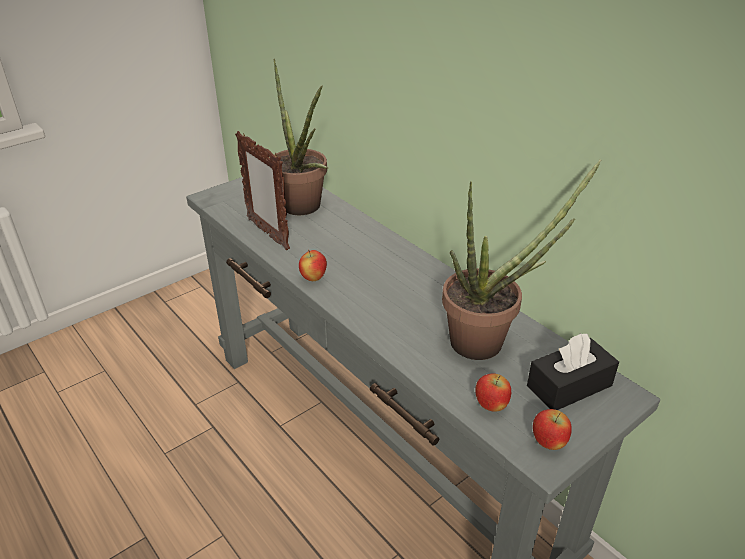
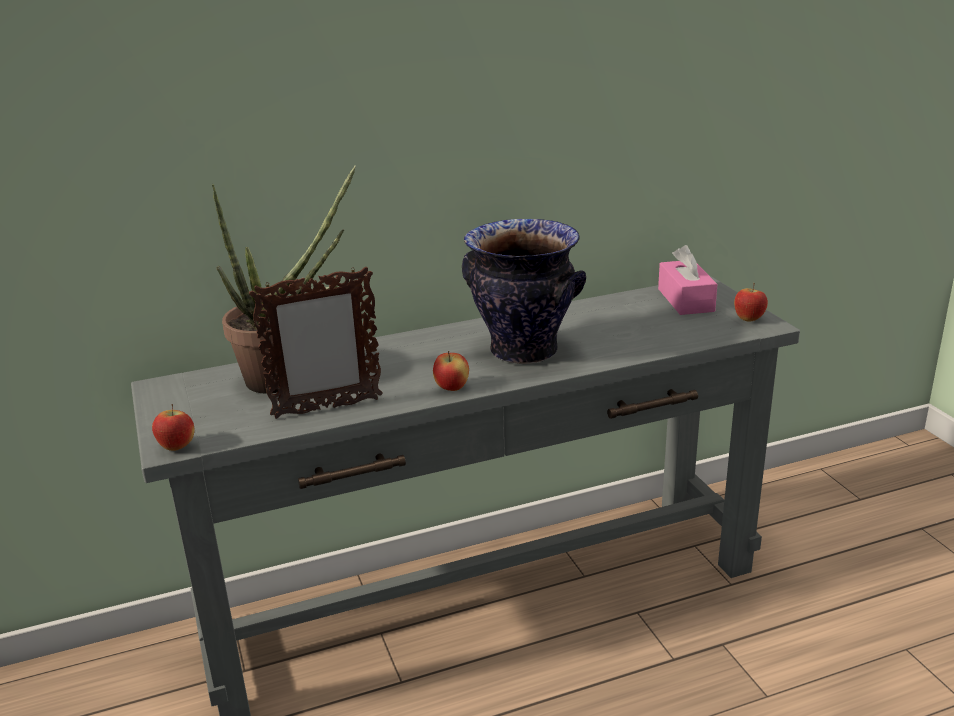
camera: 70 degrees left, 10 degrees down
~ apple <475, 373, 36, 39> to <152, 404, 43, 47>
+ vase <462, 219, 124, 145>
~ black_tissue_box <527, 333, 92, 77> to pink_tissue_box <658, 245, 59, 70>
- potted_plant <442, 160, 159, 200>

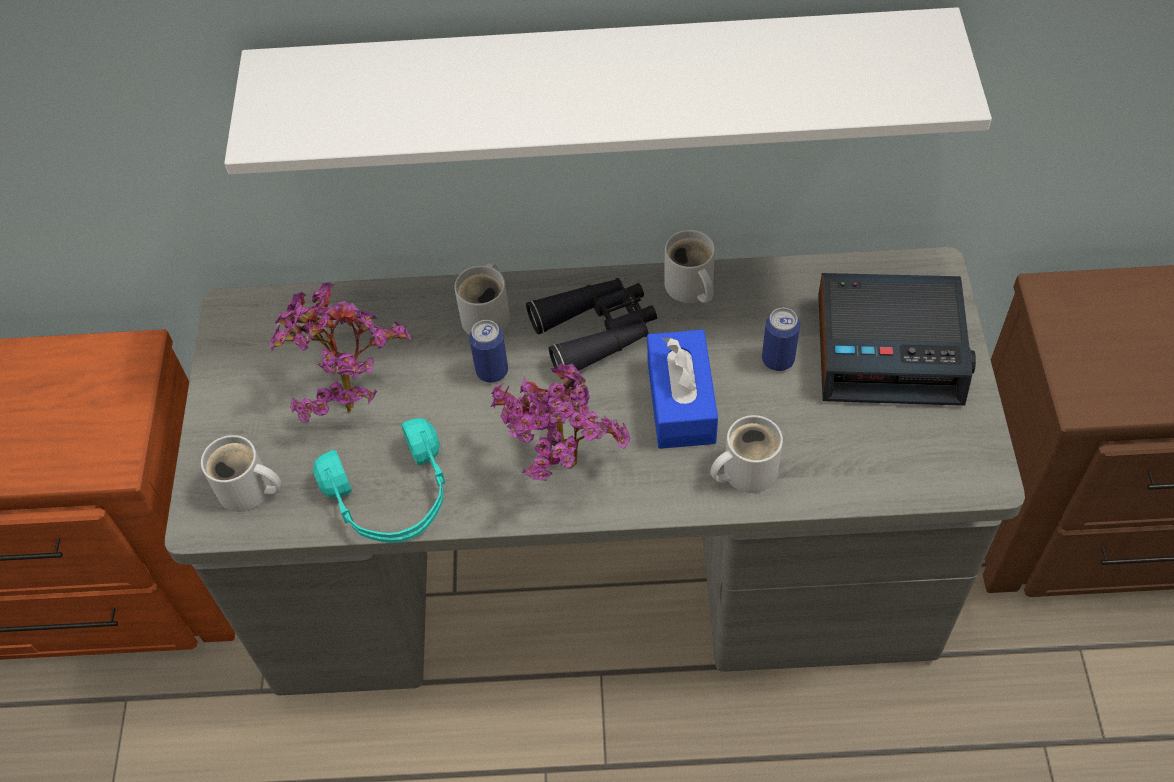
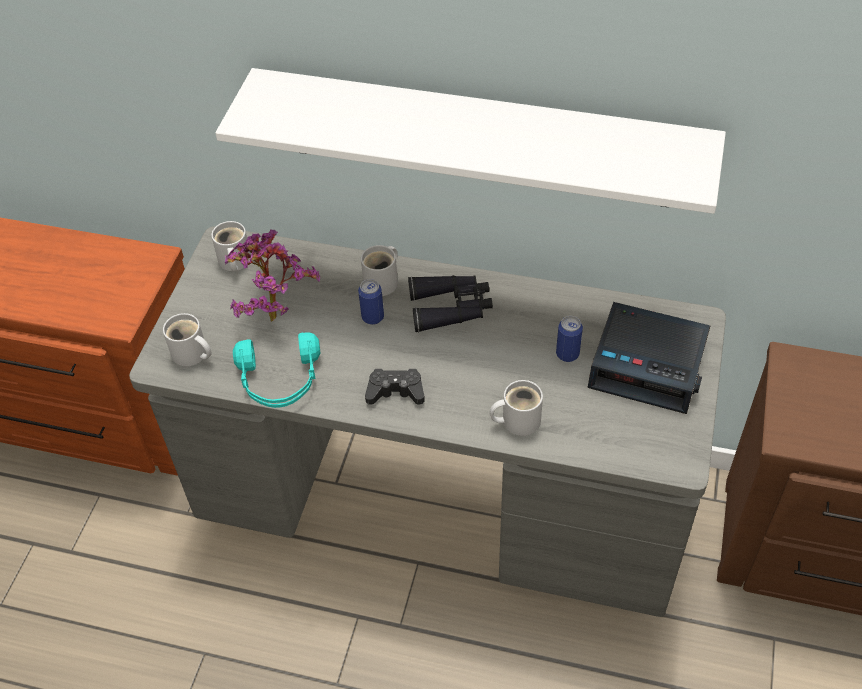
camera: 15 degrees right, 5 degrees down
~ white_mug <664, 230, 51, 73> to <211, 221, 40, 51>
~ potted_plant <490, 363, 140, 118> to black_game_controller <365, 369, 60, 36>
- blue_tissue_box <647, 329, 71, 120>

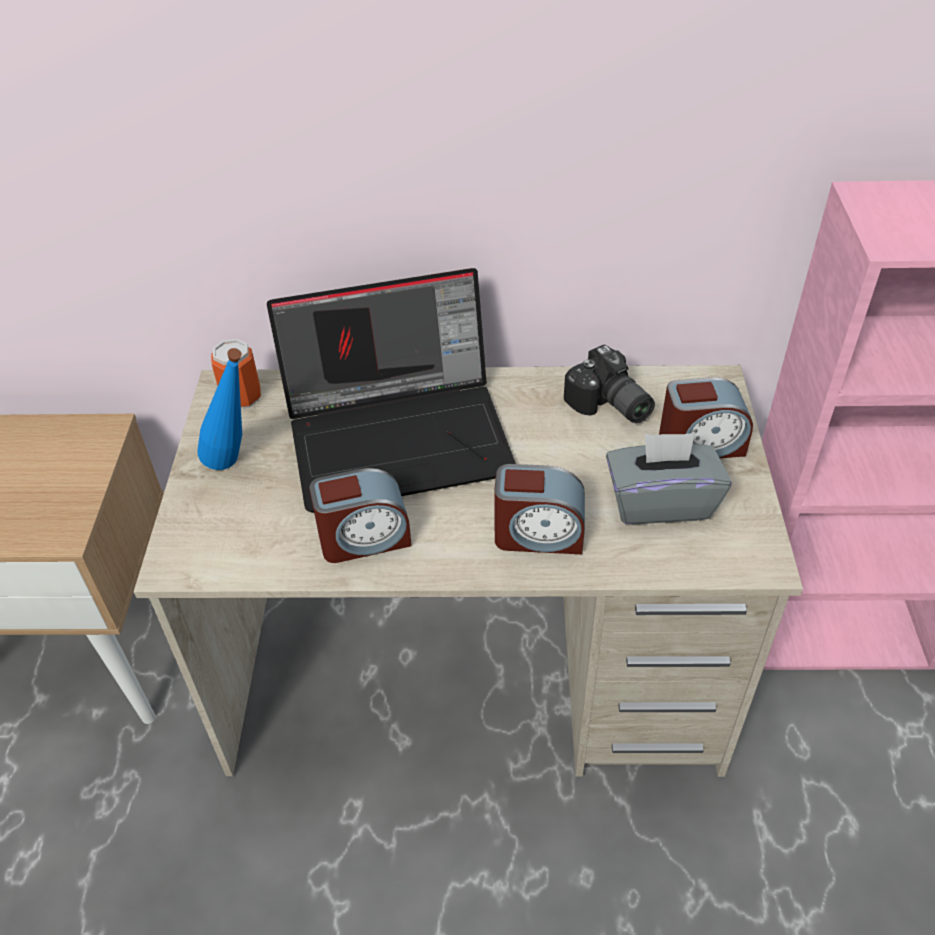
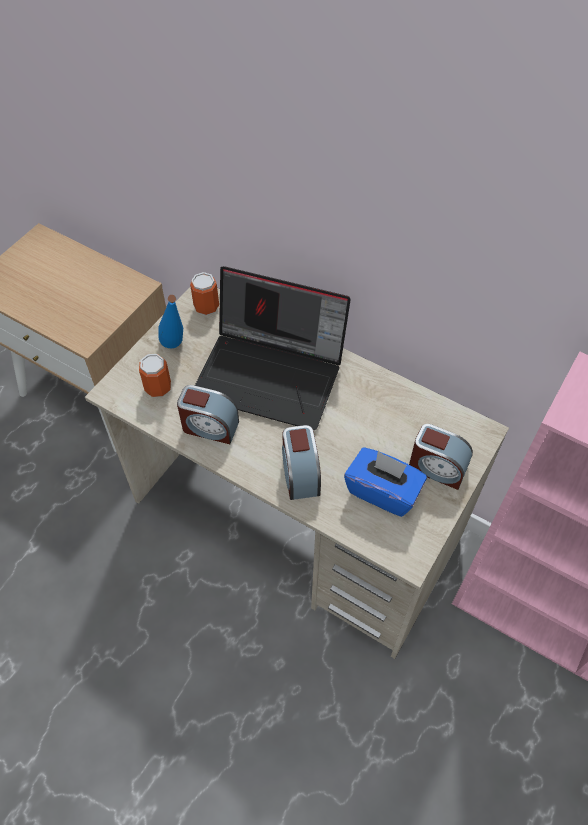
camera: 30 degrees right, 10 degrees up
+ can <139, 354, 32, 43>
~ alarm_clock <494, 464, 91, 90> = <282, 425, 39, 75> 45 degrees clockwise
~ grey_tissue_box <606, 433, 126, 91> to blue_tissue_box <344, 447, 83, 70>
- photo_camera <564, 345, 91, 78>

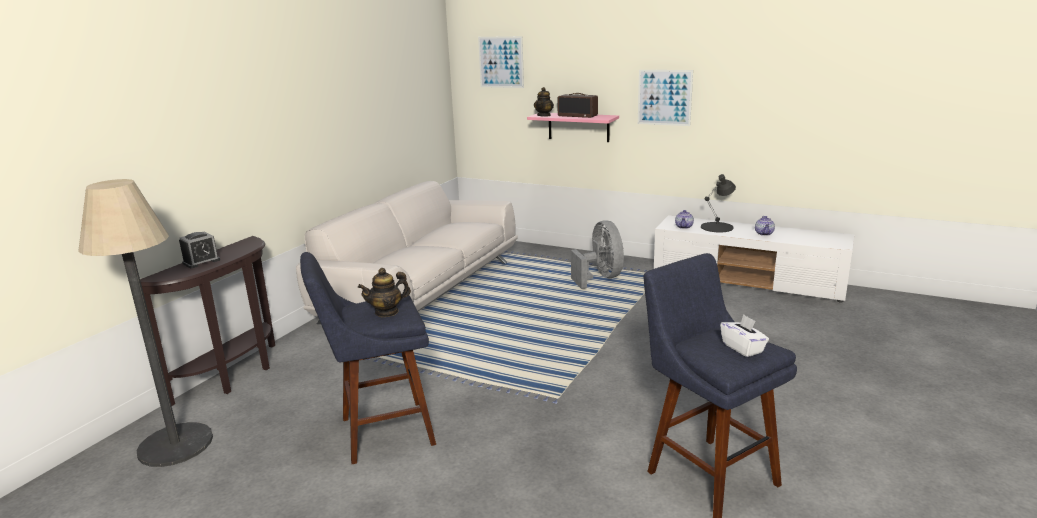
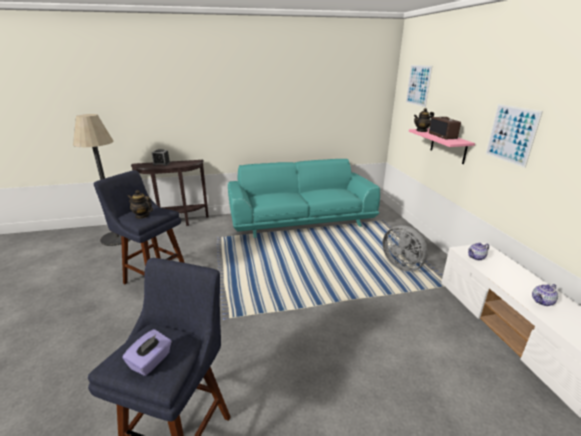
camera: 50 degrees right, 5 degrees up
~ white_tissue_box <720, 314, 49, 43> to purple_tissue_box <122, 329, 50, 47>
~ white_sofa <296, 181, 222, 143> to turquoise_sofa <228, 159, 152, 79>
~ grey_fan <571, 220, 53, 69> = <382, 225, 46, 46> 105 degrees clockwise
- black_table_lamp <701, 174, 35, 58>

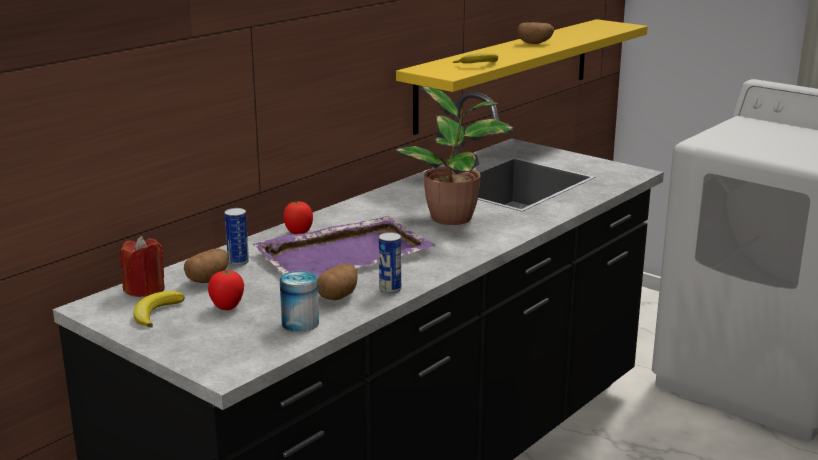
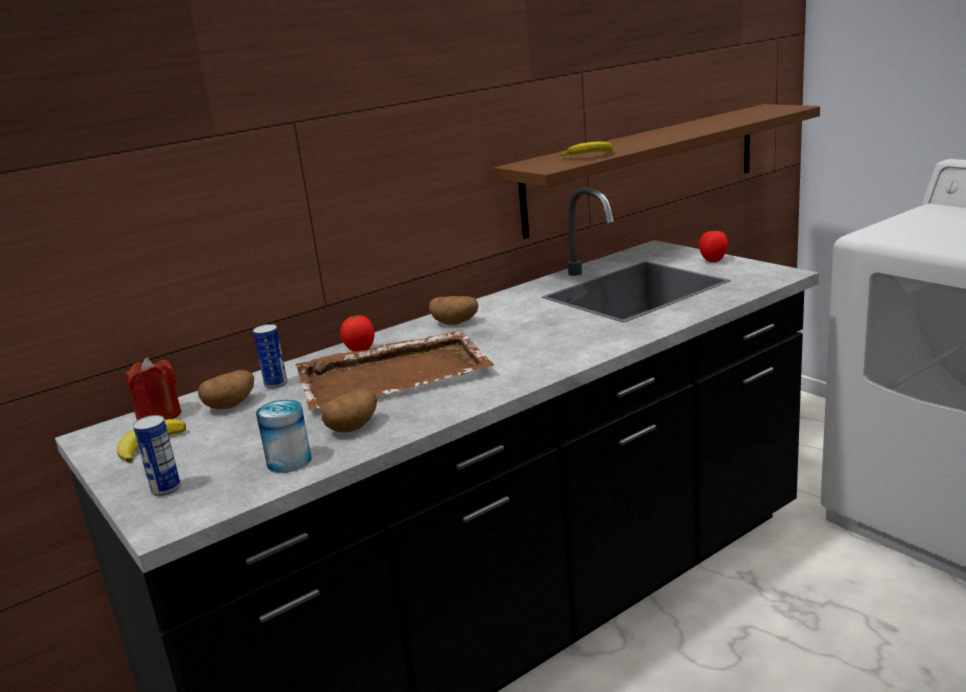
camera: 15 degrees right, 0 degrees up
~ can <379, 232, 22, 62> to <133, 415, 48, 81>
~ purple_tray <252, 216, 184, 62> to brown_tray <295, 330, 199, 80>
~ potato <517, 22, 37, 22> to <429, 296, 50, 29>
~ yellow_shelf <396, 19, 252, 116> to brown_shelf <494, 104, 326, 135>
~ tomato <208, 270, 36, 40> to <699, 230, 29, 32>
- potted_plant <396, 86, 117, 139>

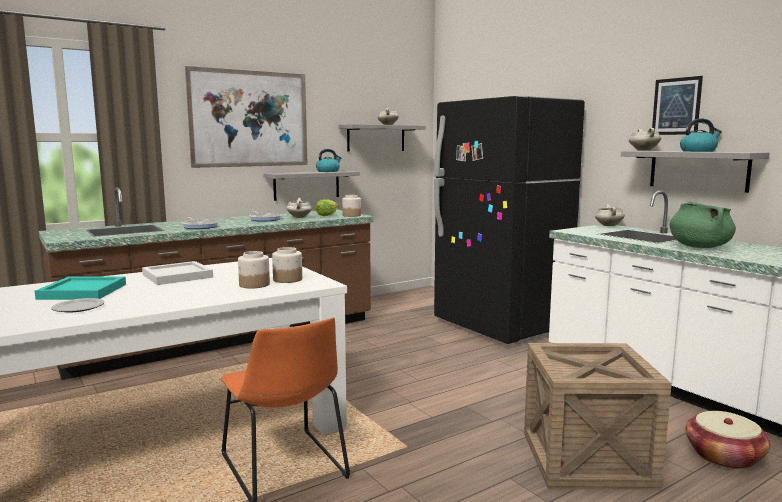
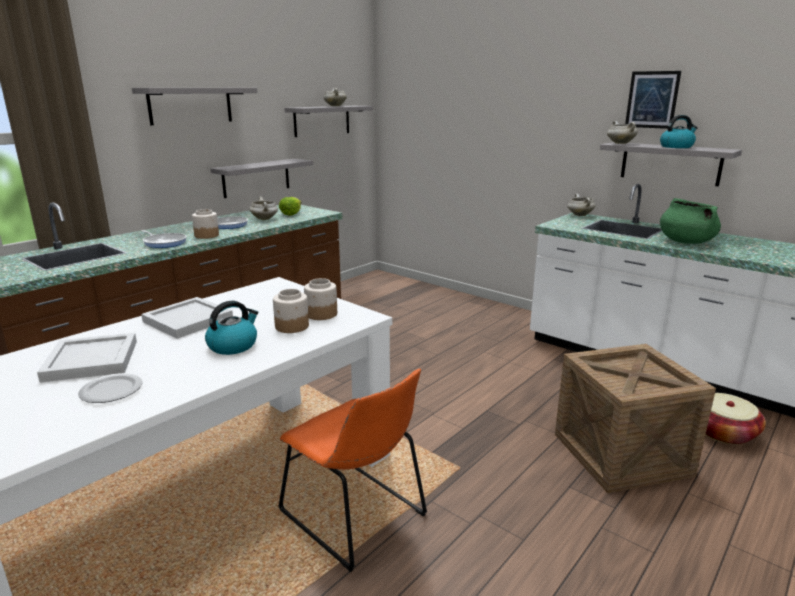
camera: 15 degrees left, 10 degrees up
~ turquoise_tray <35, 276, 91, 24> to white_tray <37, 333, 100, 50>
~ picture <185, 66, 123, 102> to grey_shelf <132, 88, 125, 37>
~ jar <342, 195, 19, 22> to <192, 209, 27, 30>
~ kettle <316, 149, 26, 23> to <205, 301, 53, 54>
- black_fridge <434, 96, 151, 248>

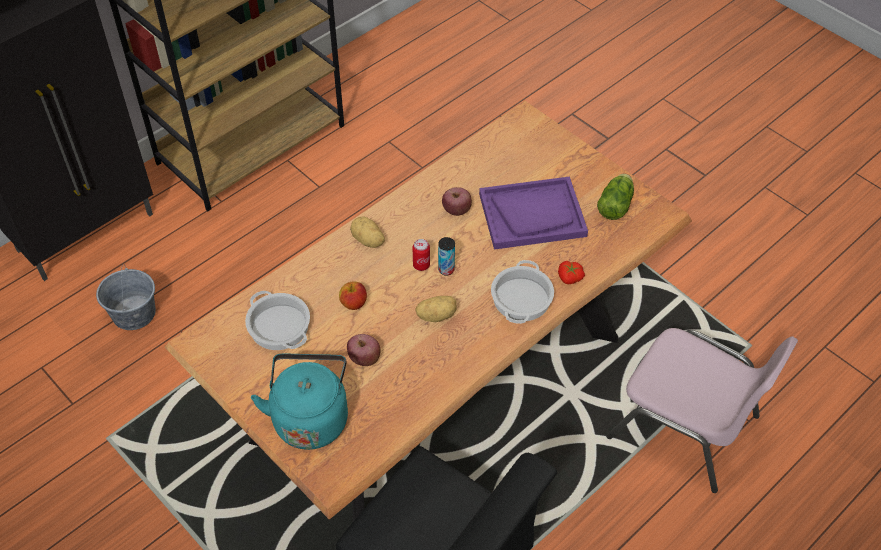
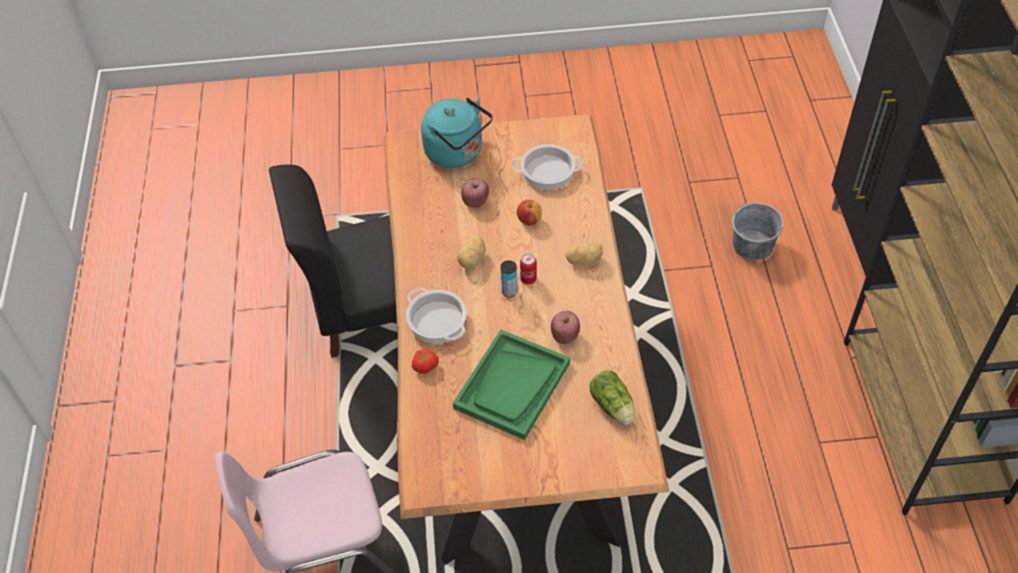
camera: 130 degrees right, 0 degrees up
~ purple_tray <479, 177, 109, 73> to green_tray <453, 330, 117, 110>
~ lettuce <597, 174, 37, 46> to <590, 370, 45, 55>

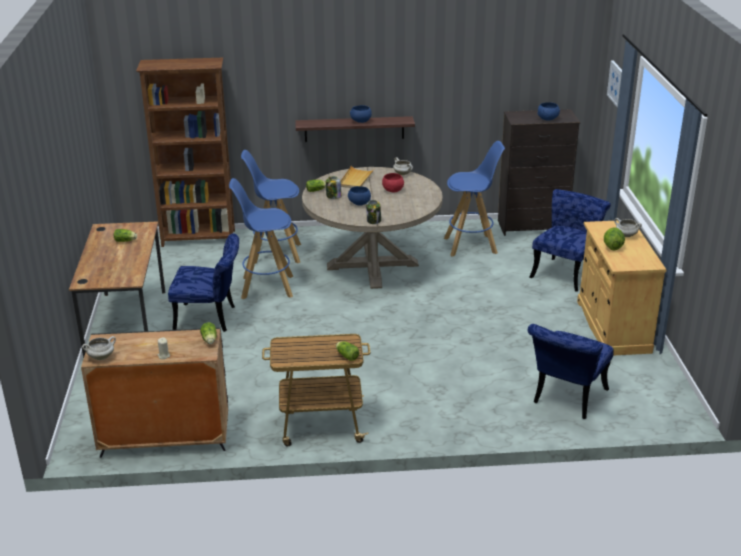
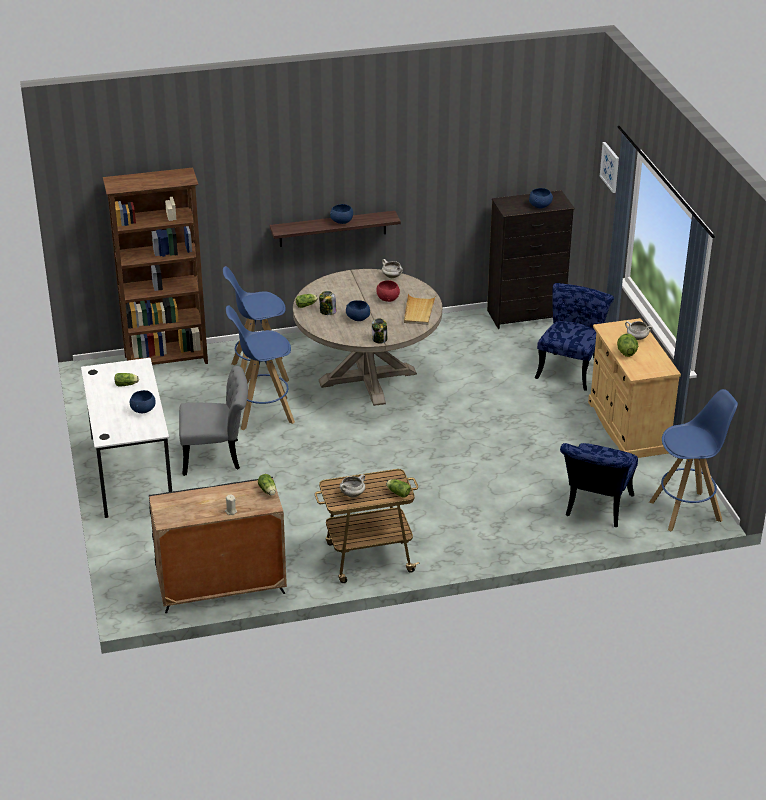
camera: 10 degrees left, 5 degrees up
~ brown_desk <69, 221, 97, 137> to white_desk <81, 358, 91, 160>
+ blue_bowl <130, 390, 26, 23>
~ blue_chair <168, 234, 71, 98> to grey_chair <179, 366, 69, 110>
~ white_cooking_pot <82, 336, 34, 24> to <340, 474, 25, 23>
~ beige_tray <341, 165, 34, 23> to <404, 294, 32, 31>
~ blue_stool <444, 141, 61, 116> to <649, 389, 89, 142>

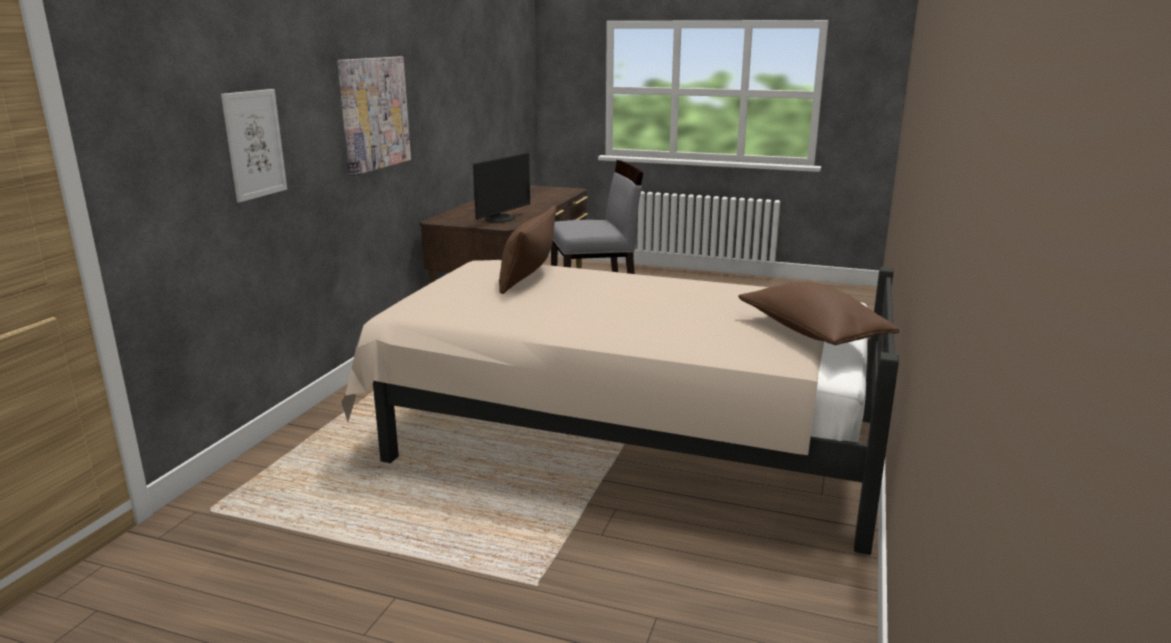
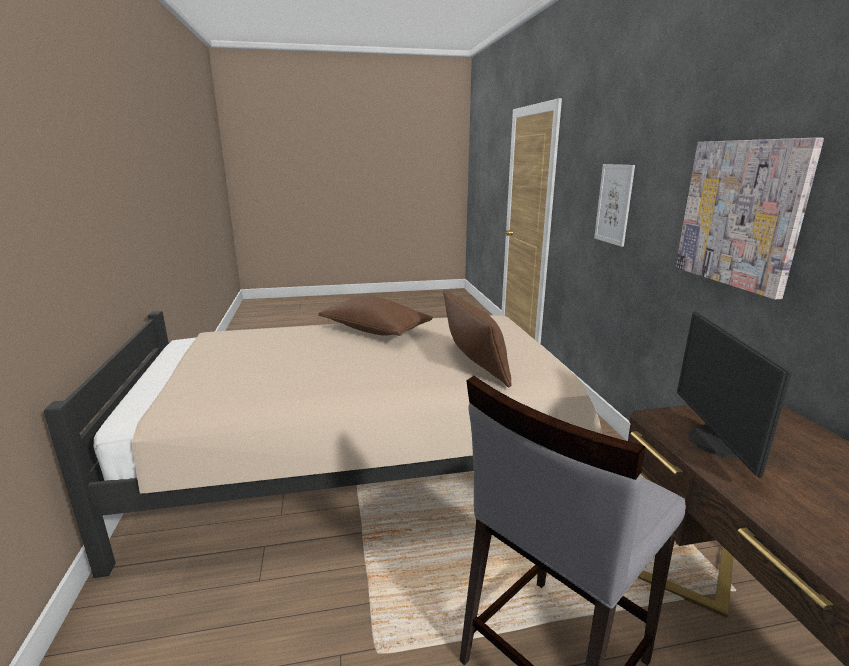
camera: 150 degrees right, 0 degrees up
~ brown_pillow <738, 282, 161, 63> to <318, 296, 115, 40>

